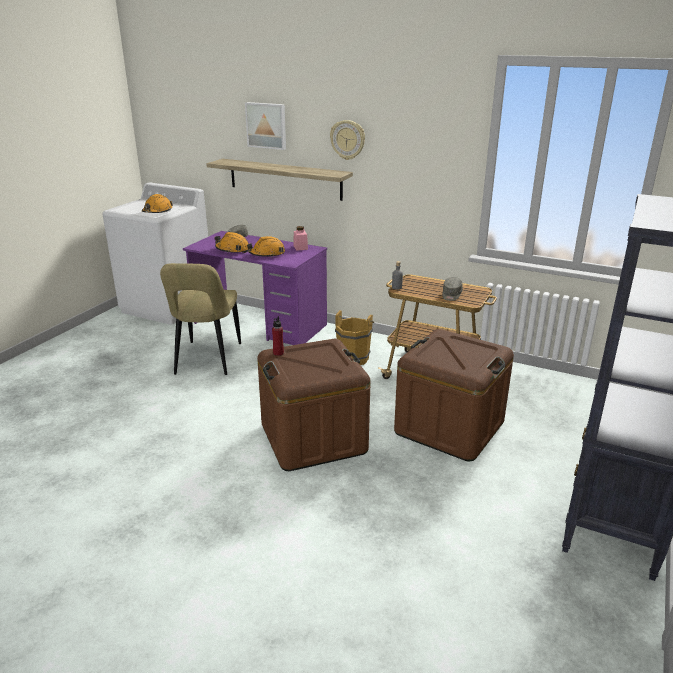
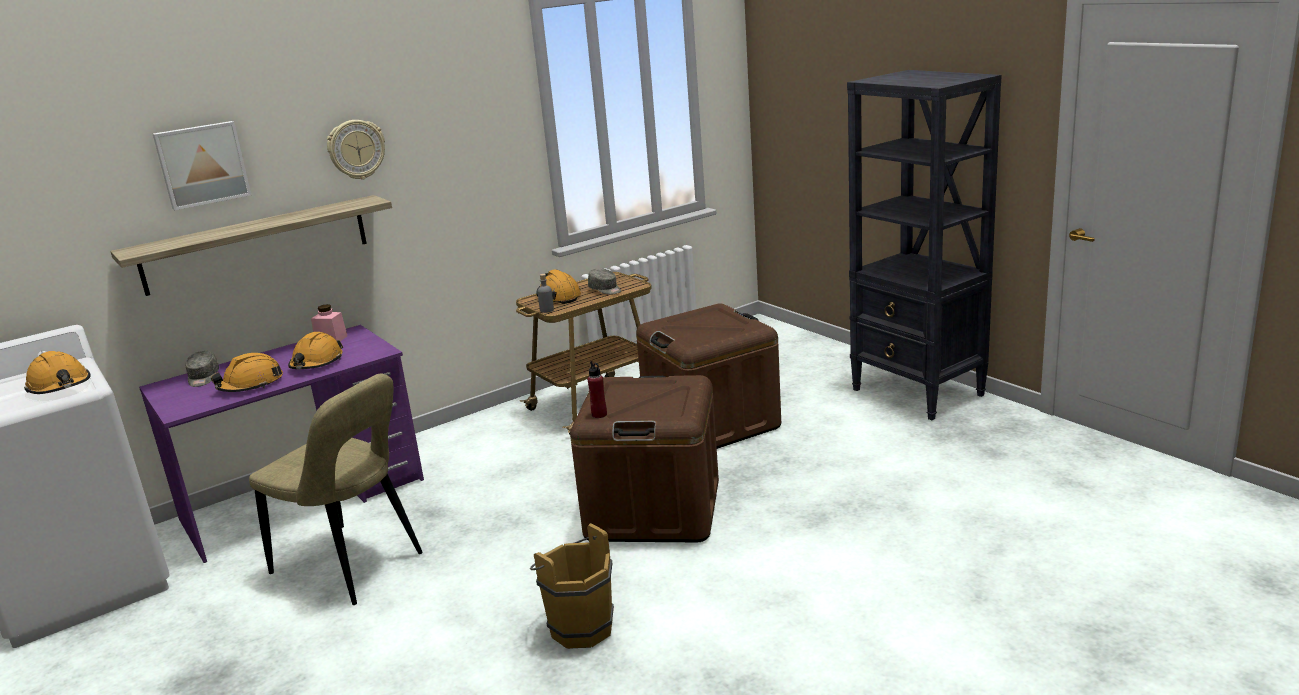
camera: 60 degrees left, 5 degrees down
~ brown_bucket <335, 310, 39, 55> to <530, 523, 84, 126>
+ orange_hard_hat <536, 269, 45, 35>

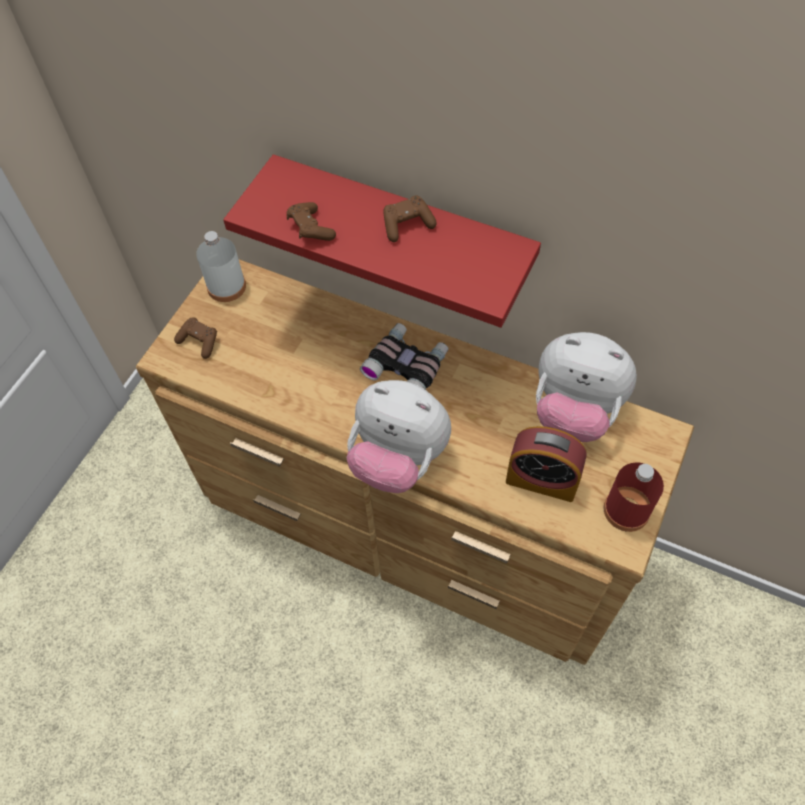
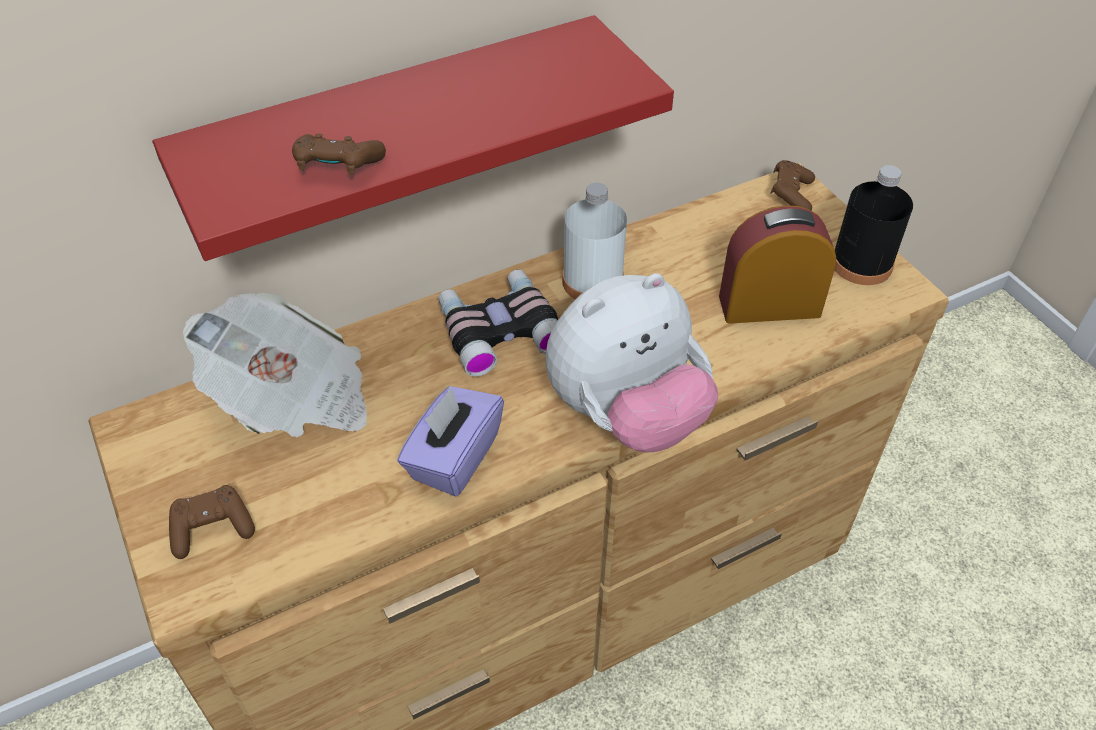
camera: 55 degrees left, 10 degrees down
+ newspaper <183, 293, 184, 145>
+ purple_tissue_box <397, 386, 107, 111>
~ white_bottle <196, 231, 50, 71> to <562, 183, 65, 116>
~ alarm_clock <506, 426, 81, 76> = <719, 205, 117, 119> 150 degrees counterclockwise
~ brown_game_controller <383, 196, 53, 46> to <770, 160, 45, 51>
~ red_bottle <604, 462, 60, 70> to black_bottle <834, 165, 79, 120>
- plush_toy <536, 332, 101, 110>

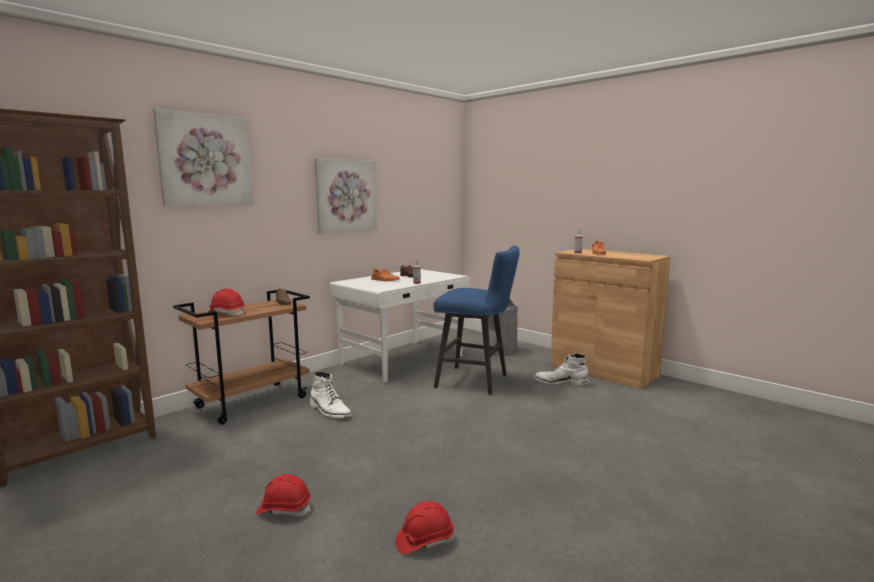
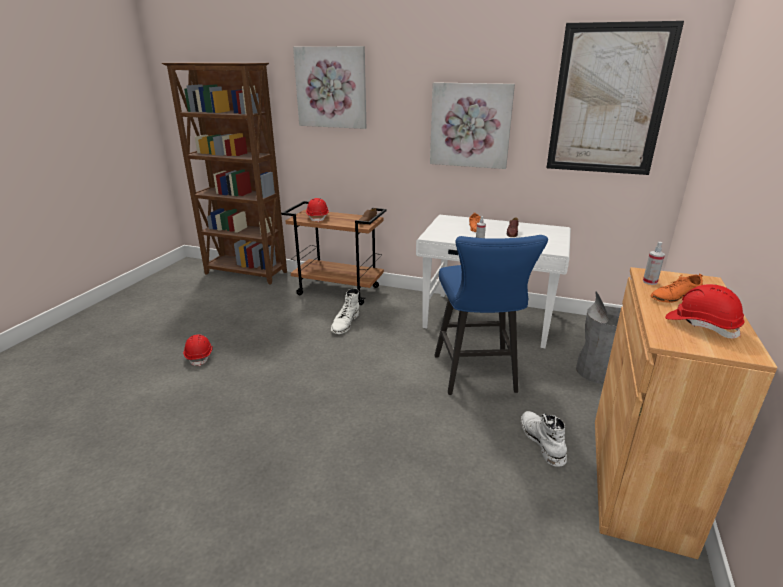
camera: 65 degrees right, 15 degrees up
+ picture <547, 21, 137, 154>
~ red_hard_hat <395, 501, 59, 53> to <665, 284, 80, 54>

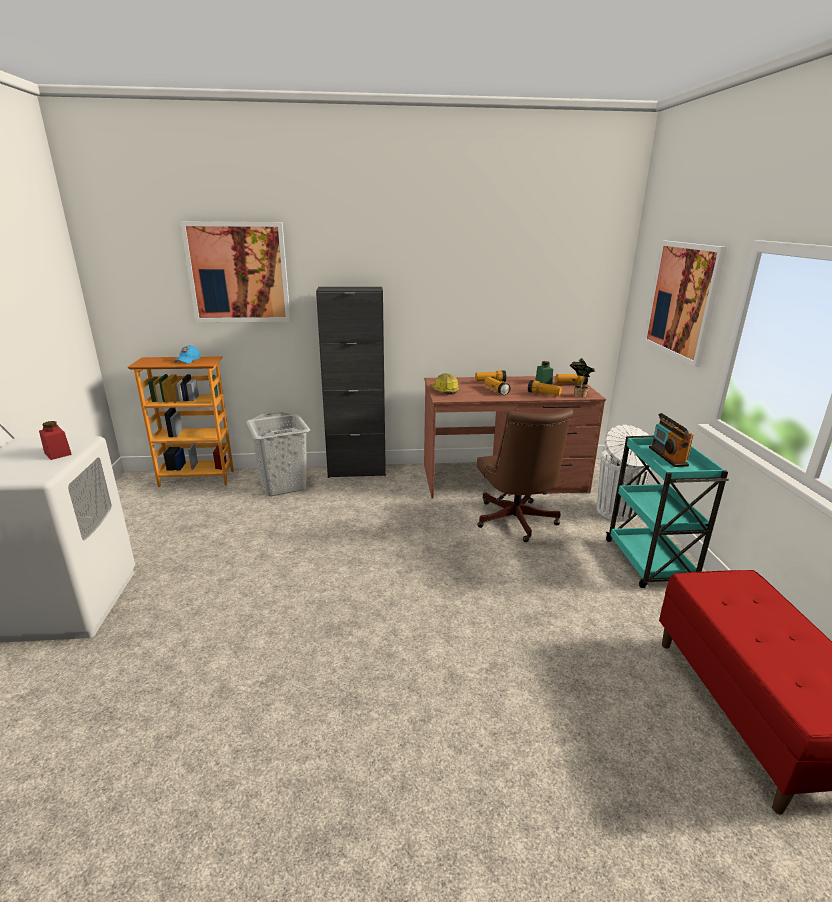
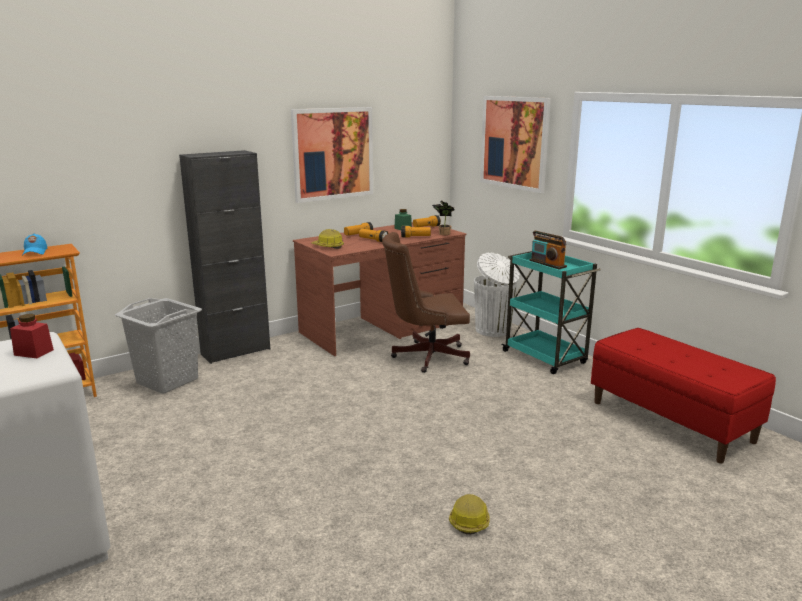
camera: 30 degrees left, 5 degrees down
~ picture <180, 221, 111, 101> to <291, 107, 82, 96>
~ brown_office_chair <477, 408, 96, 134> = <382, 232, 88, 141> 120 degrees clockwise
+ hard_hat <449, 494, 41, 41>

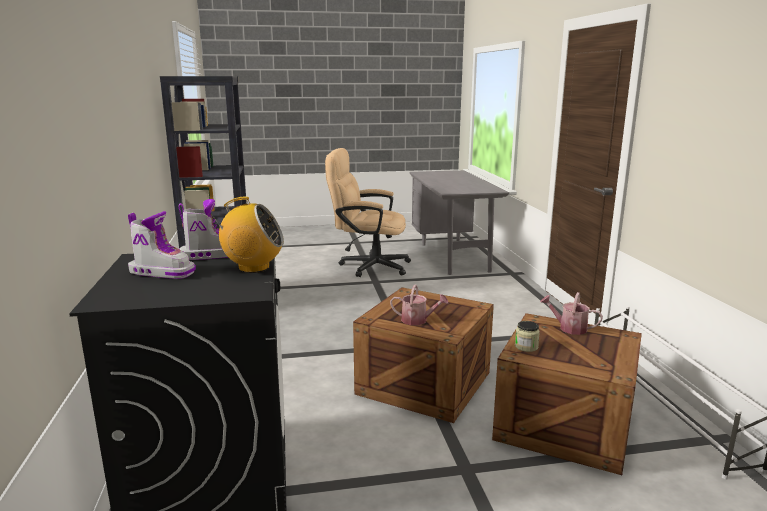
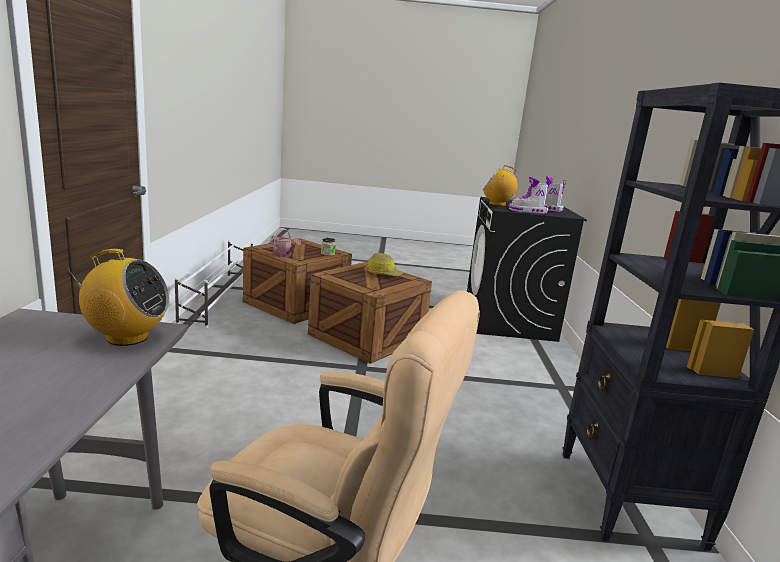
camera: 170 degrees left, 0 degrees up
+ radio <67, 249, 102, 97>
~ watering_can <390, 285, 58, 40> to hard_hat <365, 253, 38, 23>

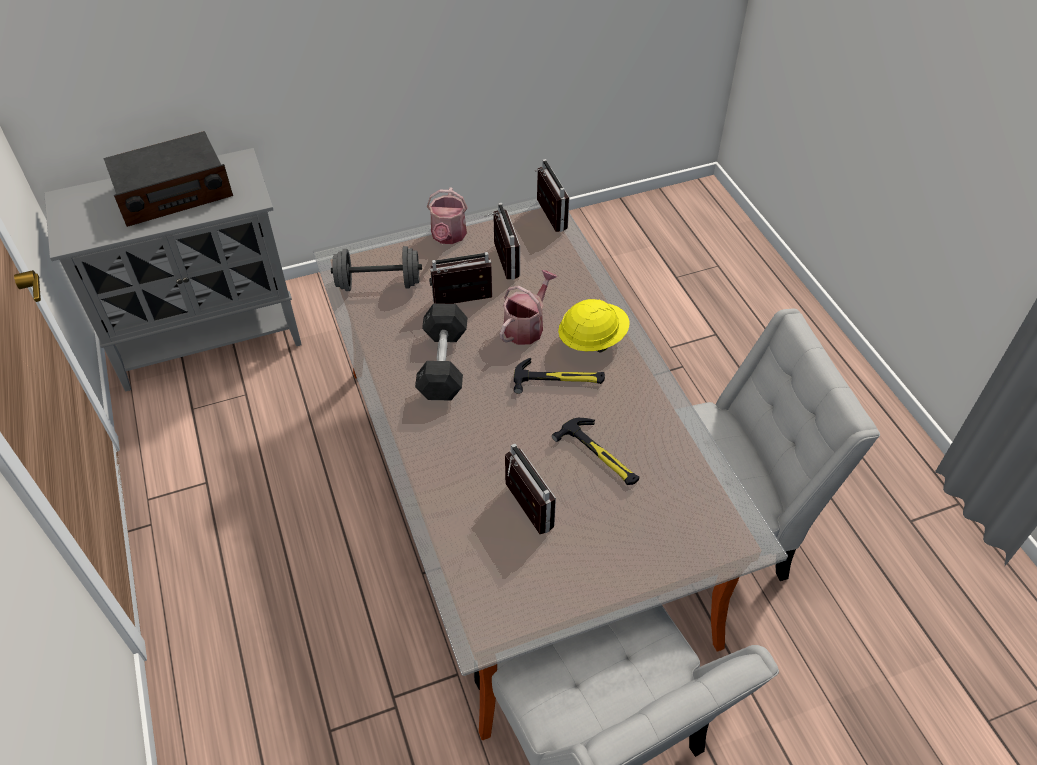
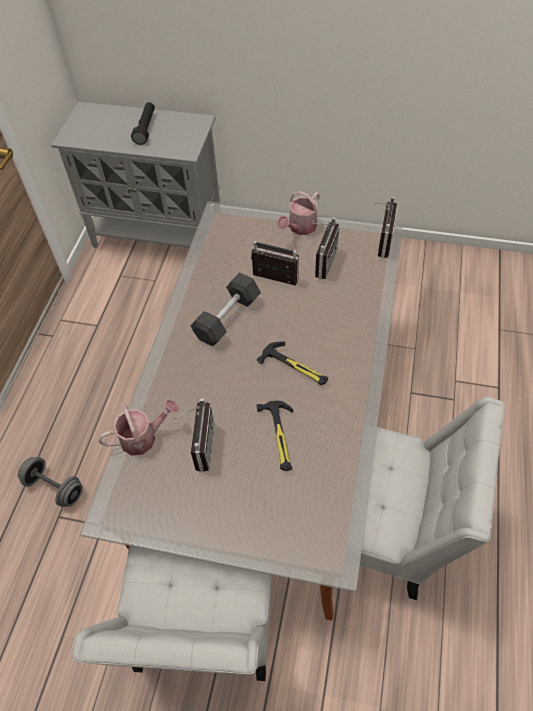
camera: 35 degrees right, 5 degrees up
~ grey_dumbbell <331, 246, 91, 45> to <18, 457, 65, 50>
~ watering_can <500, 270, 58, 75> to <98, 399, 81, 56>
~ radio <103, 131, 130, 96> to black_flashlight <131, 102, 24, 43>
- yellow_hard_hat <558, 299, 72, 54>

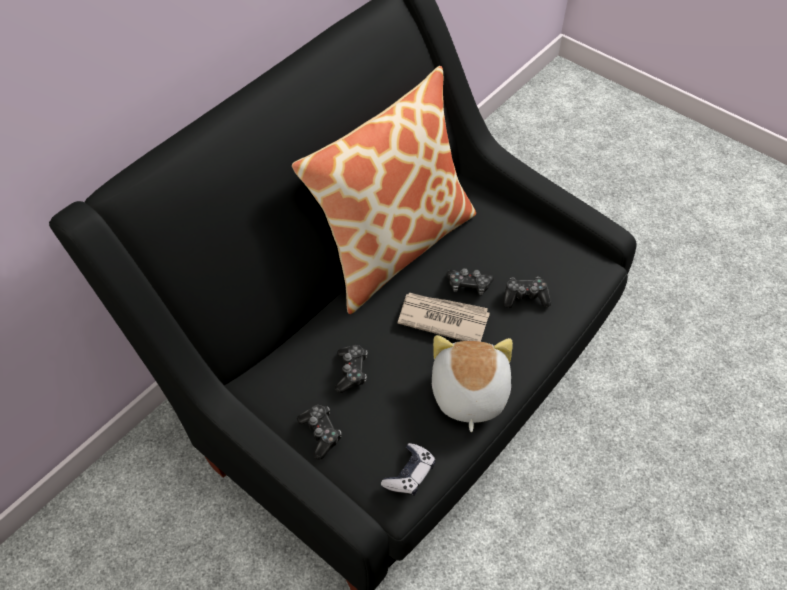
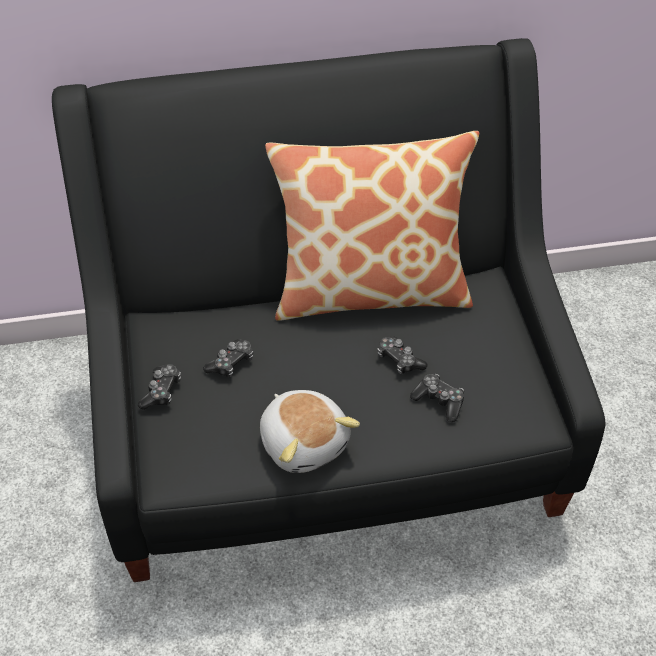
camera: 40 degrees right, 5 degrees down
~ plush_toy <432, 335, 81, 97> = <260, 390, 100, 83> 105 degrees clockwise
- game_controller <381, 443, 55, 53>
- newspaper <398, 293, 92, 49>

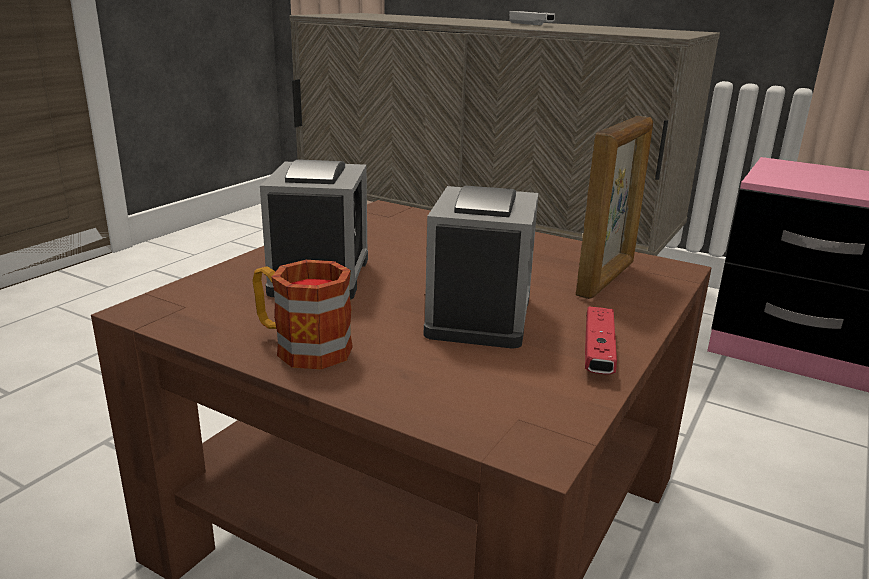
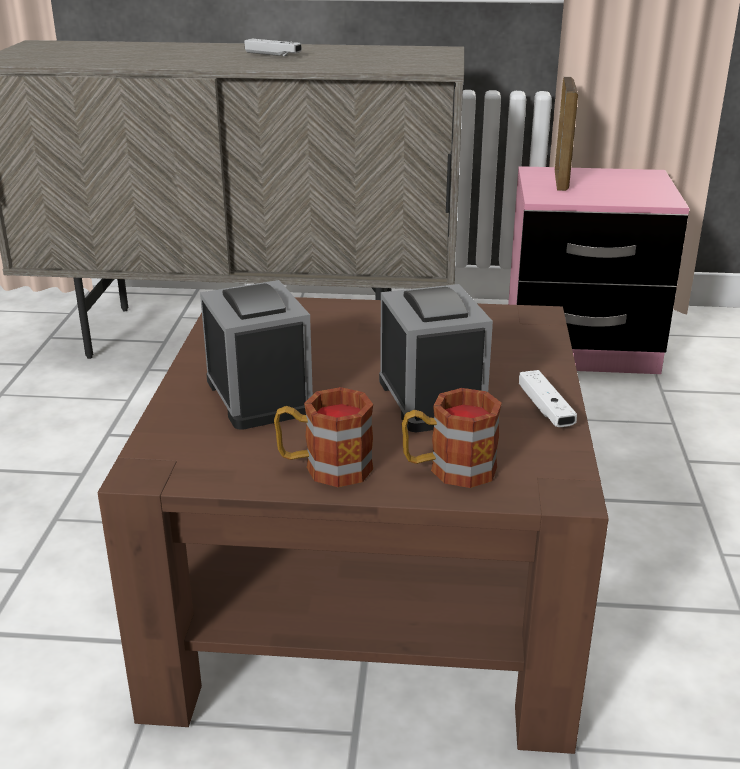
camera: 25 degrees left, 5 degrees up
+ mug <402, 388, 100, 100>
~ red_game_controller <585, 306, 32, 68> to white_game_controller <519, 370, 58, 57>
~ picture_frame <576, 116, 77, 183> to <555, 77, 23, 114>

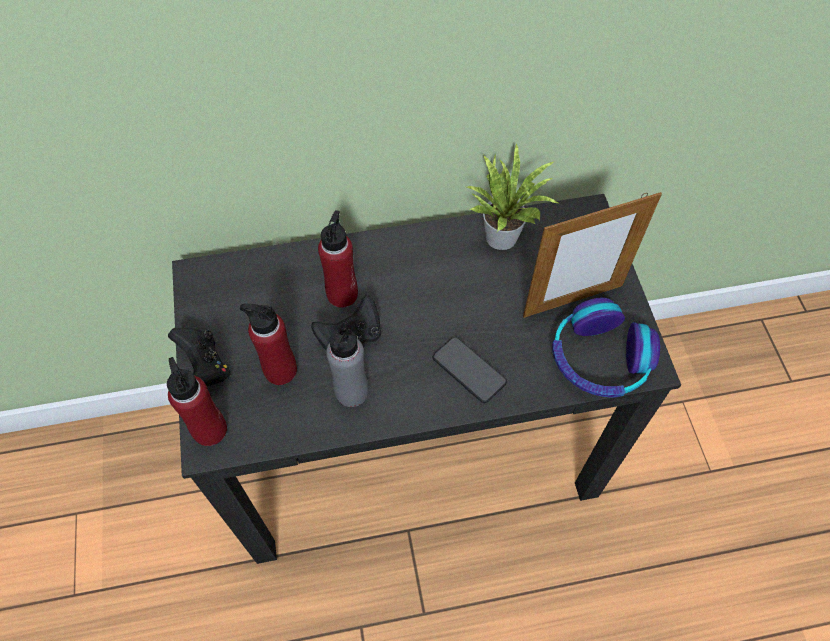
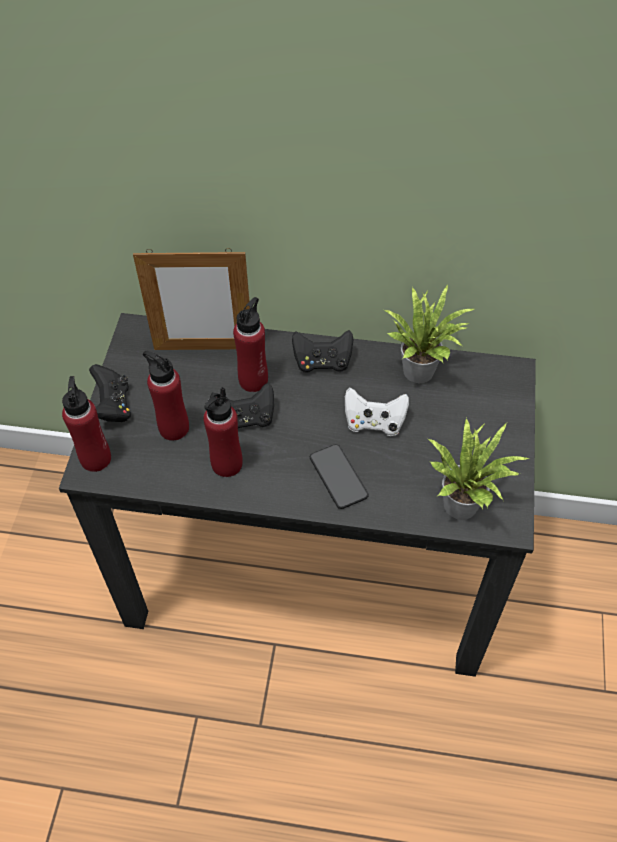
camera: 20 degrees right, 5 degrees down
~ picture_frame <523, 192, 139, 126> to <133, 248, 117, 102>
~ grey_bottle <326, 320, 43, 87> to red_bottle <203, 387, 40, 90>
+ black_game_controller <292, 330, 62, 43>
+ white_game_controller <345, 387, 64, 49>
~ headphones <552, 298, 108, 100> to potted_plant <428, 418, 102, 102>

